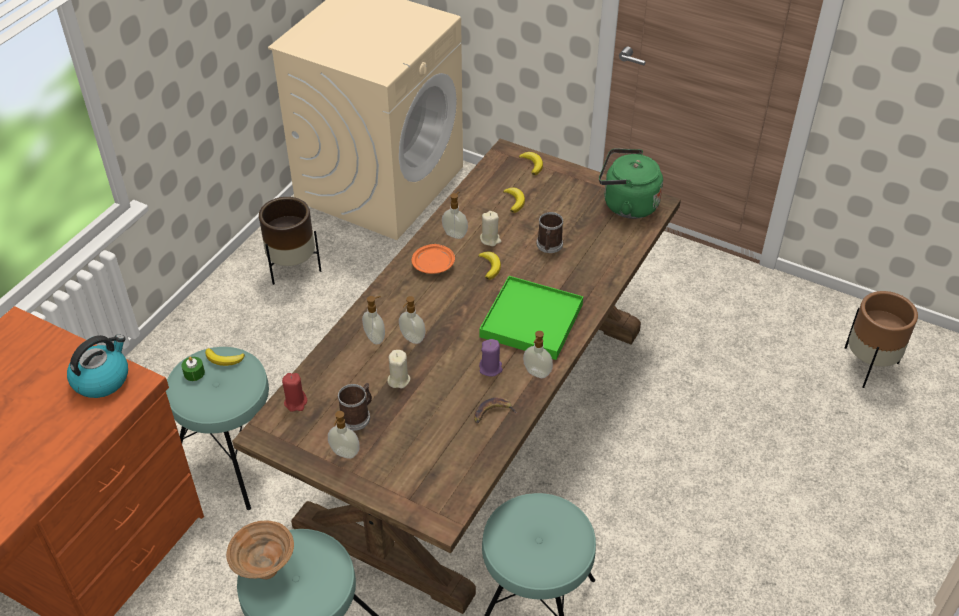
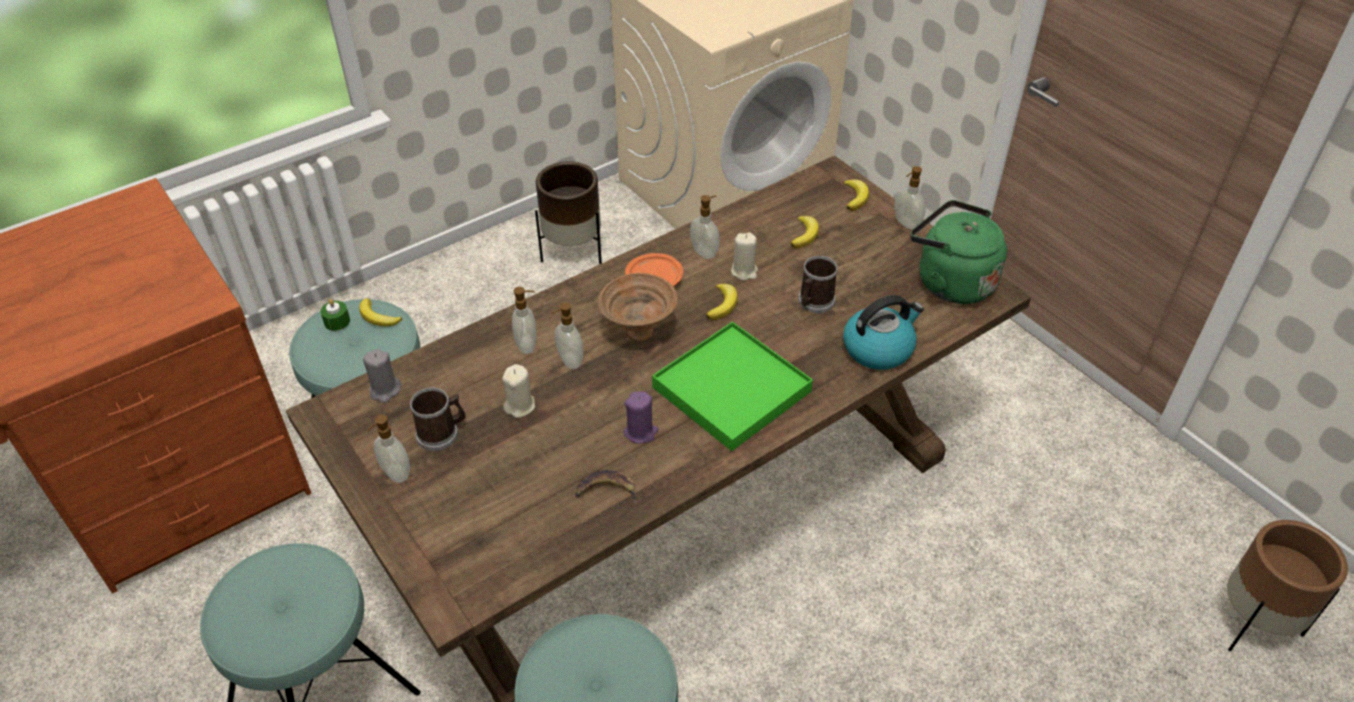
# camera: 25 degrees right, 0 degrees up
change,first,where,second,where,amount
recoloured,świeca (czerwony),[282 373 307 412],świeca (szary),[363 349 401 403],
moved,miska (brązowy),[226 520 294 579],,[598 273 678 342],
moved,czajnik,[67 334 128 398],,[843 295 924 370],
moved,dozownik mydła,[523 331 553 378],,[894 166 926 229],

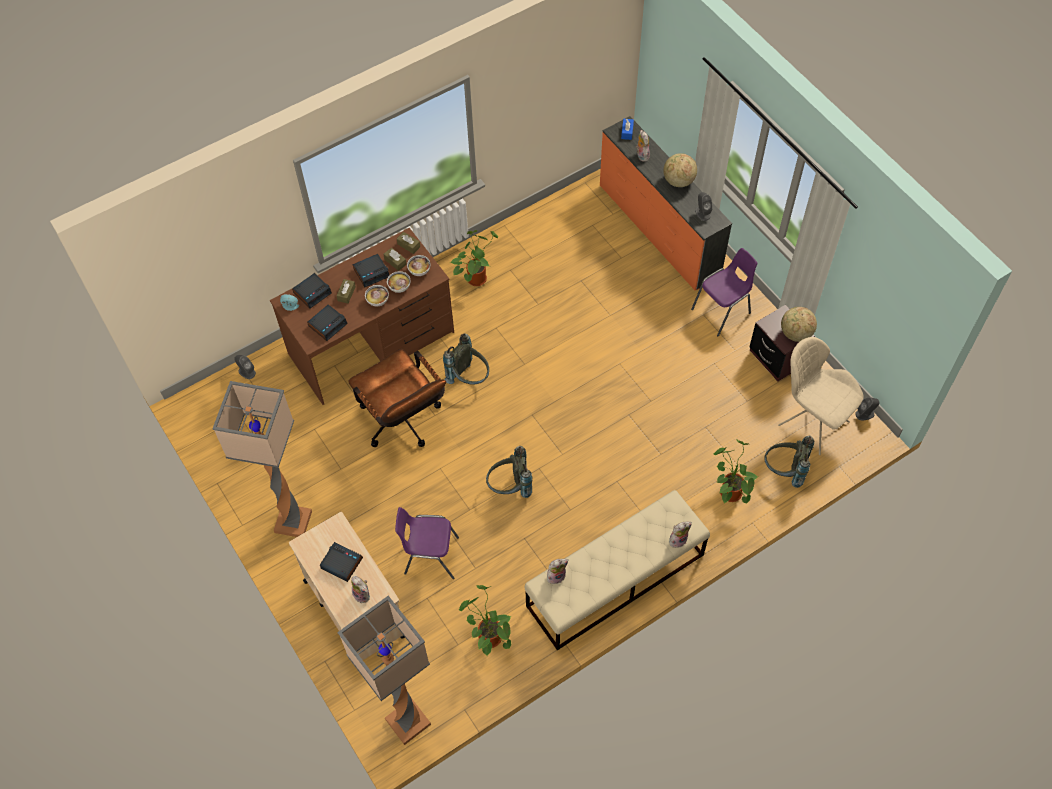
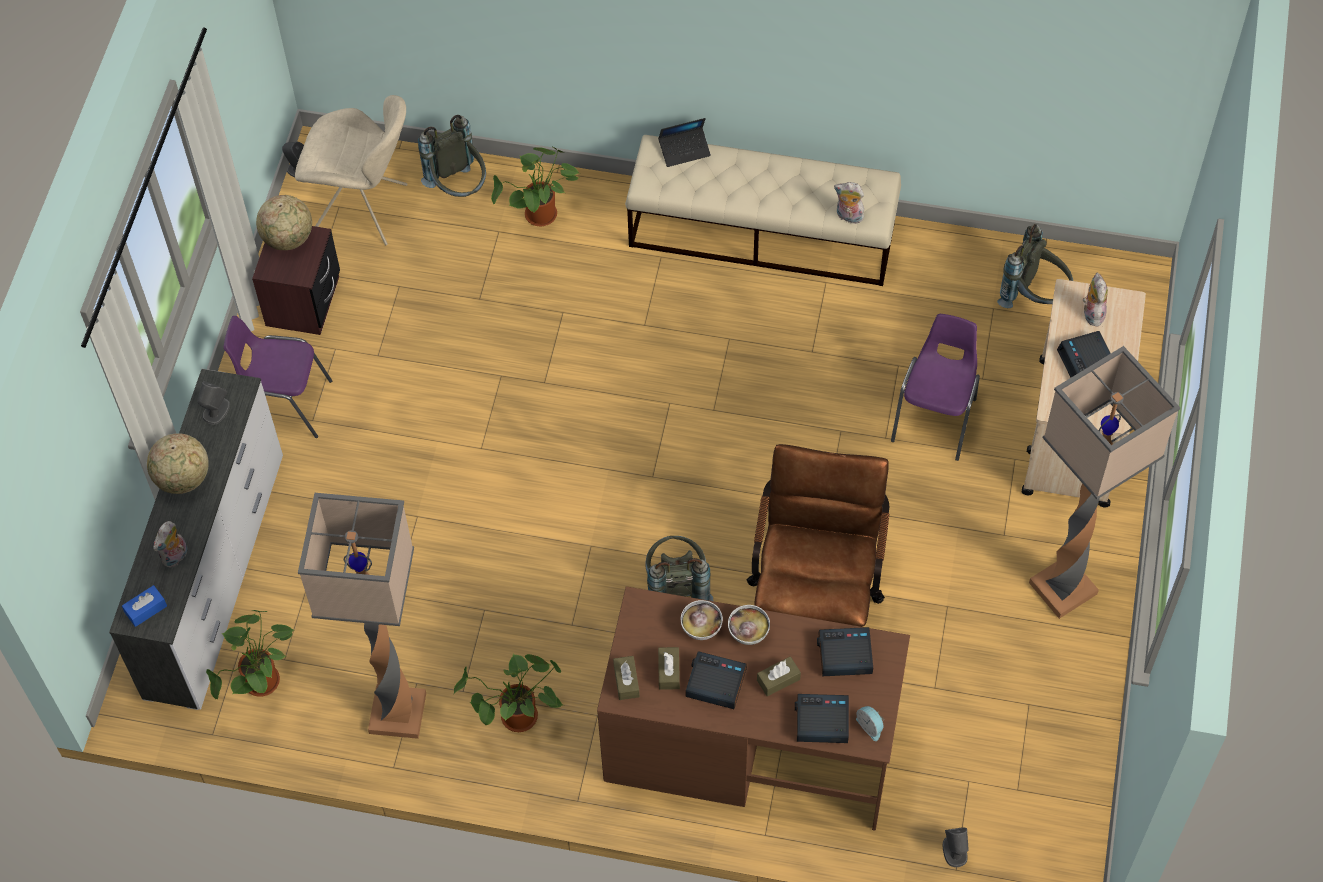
# camera: 135 degrees left, 0 degrees up
change,first,where,second,where,amount
recoloured,komoda (pomarańczowy),[600 116 732 290],komoda (biały),[109 369 283 710],
moved,roślina doniczkowa,[459 585 512 656],,[206 610 295 699],
turned,krzesło (beżowy),[778 337 864 455],,[295 95 408 246],75 degrees counterclockwise
moved,lampa stojąca,[337 596 431 745],,[298 493 426 739],
replaced,pluszak,[669 521 692 548],laptop,[658 118 711 167],
turned,krzesło (fioletowy),[395 507 459 579],,[891 314 980 461],120 degrees counterclockwise
moved,plecak (szary),[486 446 533 498],,[997 224 1073 308],
removed,miska,[407 255 431 276],,,

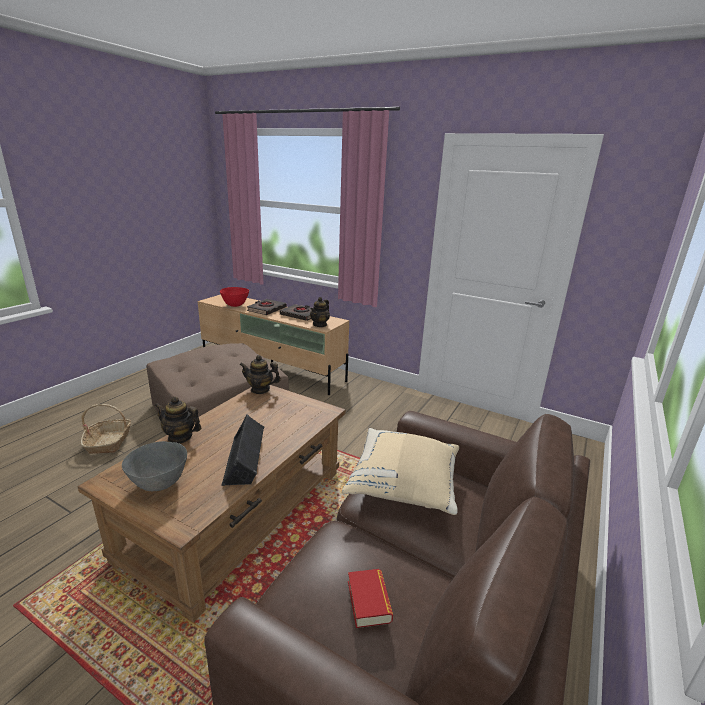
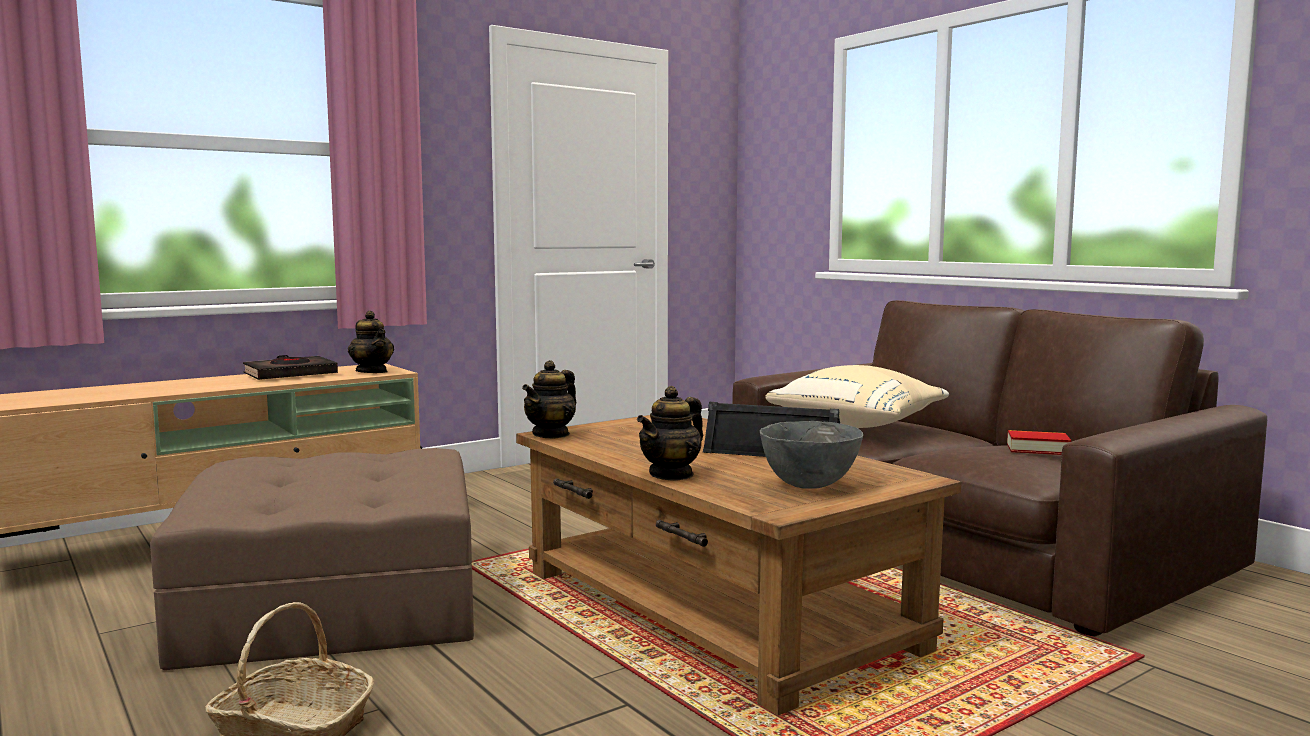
# camera: 65 degrees left, 15 degrees down
change,first,where,second,where,amount
removed,miska (czerwony),[220 287 249 307],,,
removed,książka (czarny),[247 299 287 315],,,

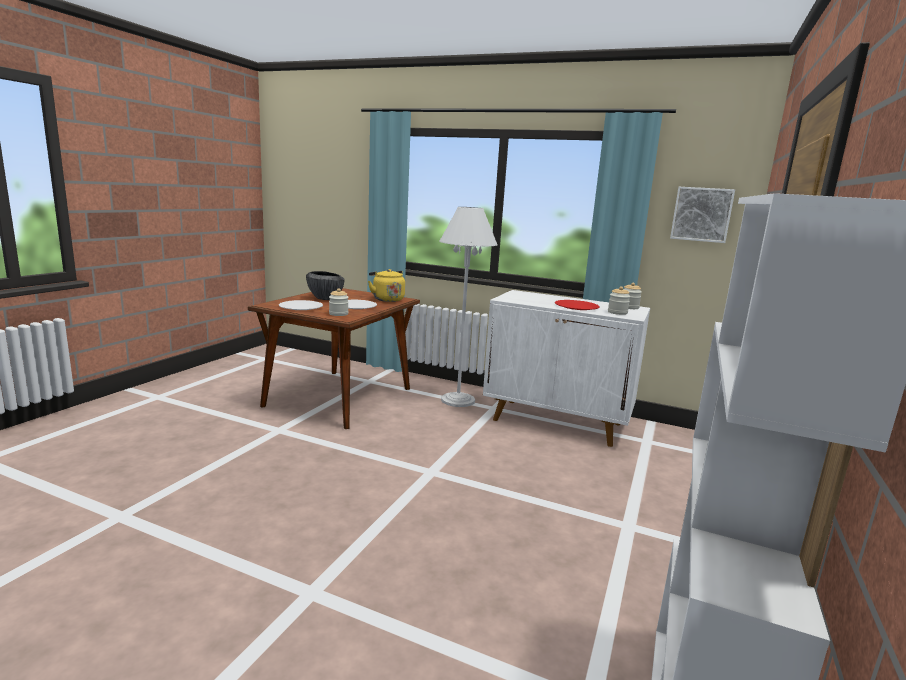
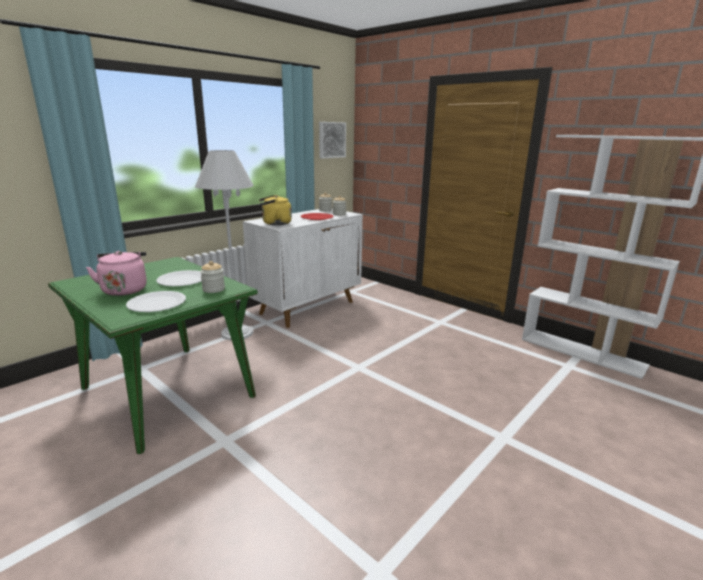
# camera: 70 degrees left, 5 degrees up
change,first,where,second,where,amount
recoloured,stół jadalny (brązowy),[248 288 420 429],stół jadalny (zielony),[48 257 258 454],
replaced,miska,[306 271 345 300],czajnik (różowy),[86 251 147 296],
moved,czajnik (żółty),[368 269 405 302],,[259 195 292 225],

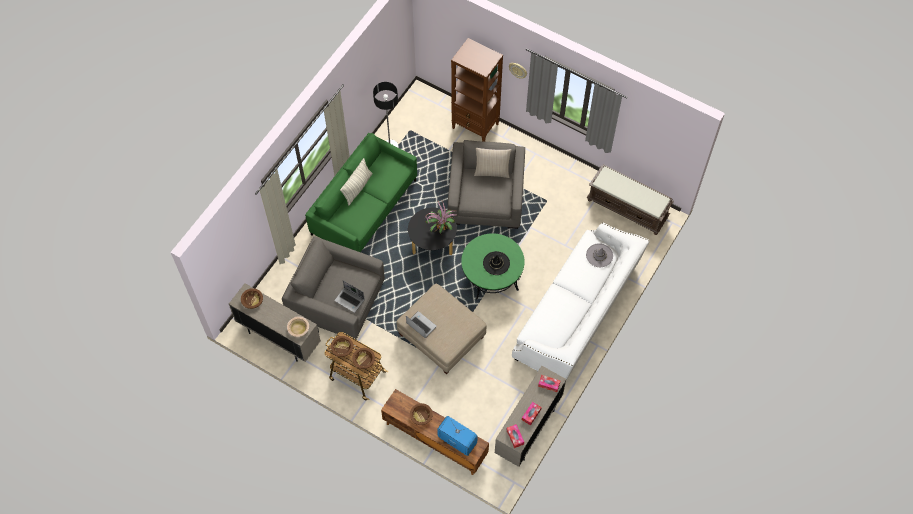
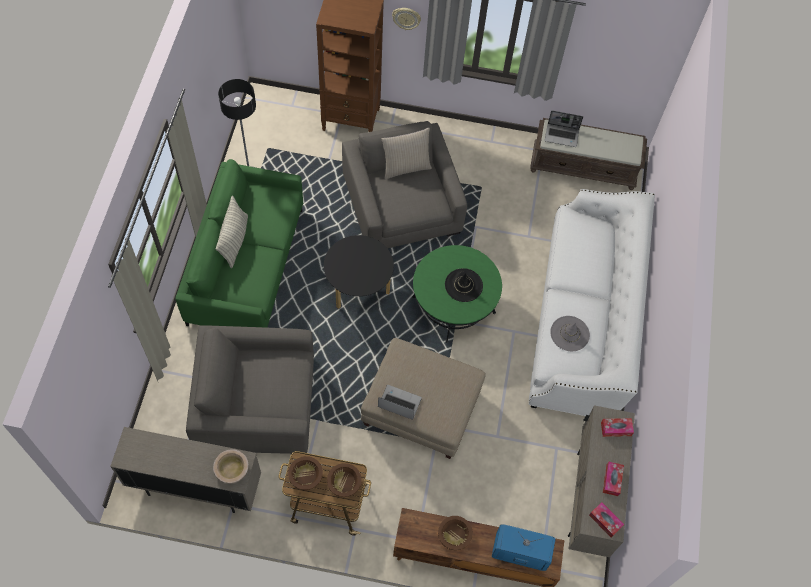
# camera: 25 degrees left, 0 degrees up
change,first,where,second,where,amount
moved,laptop,[334 281 365 313],,[545 110 583 147],
moved,kapelusz (szary),[586 243 613 267],,[550 316 590 351],
removed,miska (brązowy),[241 288 263 309],,,
removed,roślina doniczkowa,[425 201 456 234],,,

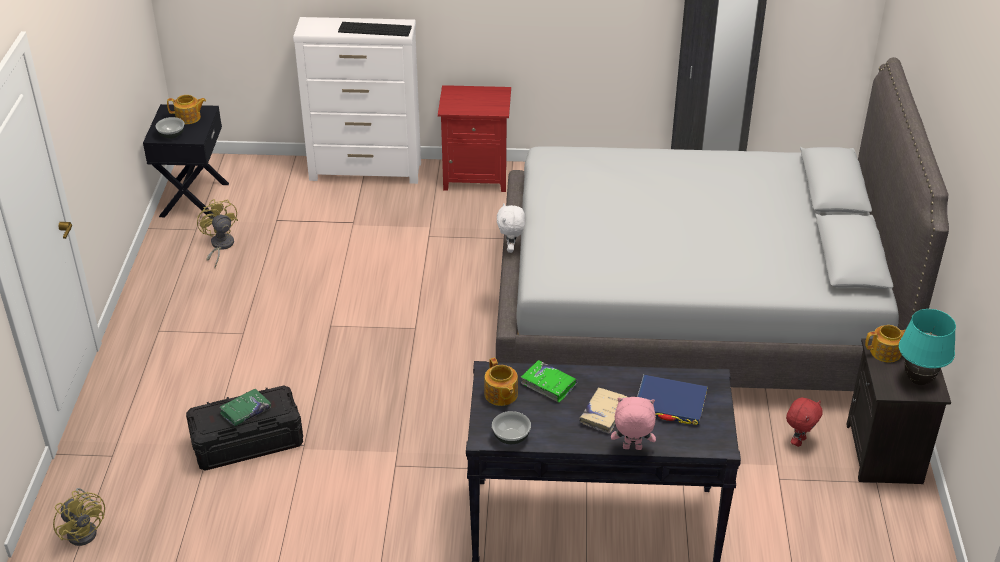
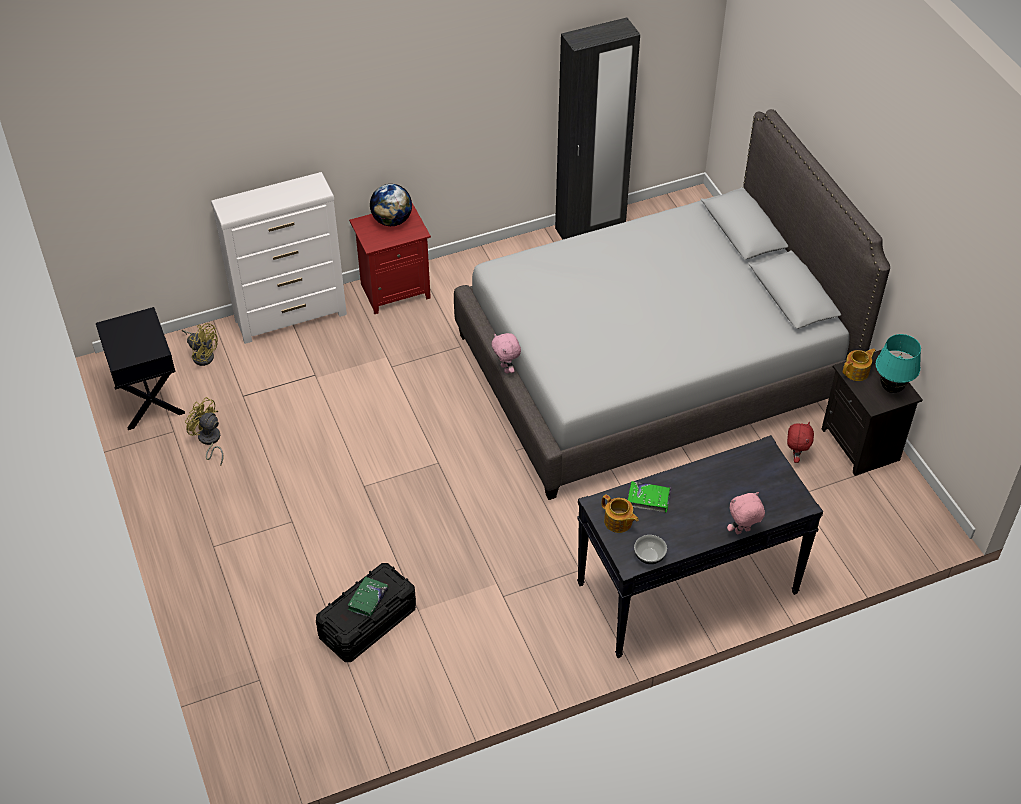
# camera: 25 degrees left, 10 degrees up
change,first,where,second,where,amount
moved,wentylator (żółty),[53 488 105 546],,[182 323 218 366],
added,,,globus,[370 184 412 226],
recoloured,pluszak (biały),[497 203 525 253],pluszak (różowy),[491 333 521 374],
removed,miska,[156 117 184 139],,,
removed,imbryk,[167 95 206 124],,,
removed,klawiatura,[338 22 412 36],,,
removed,książka (beżowy),[579 387 627 434],,,
removed,książka (niebieski),[637 374 708 425],,,

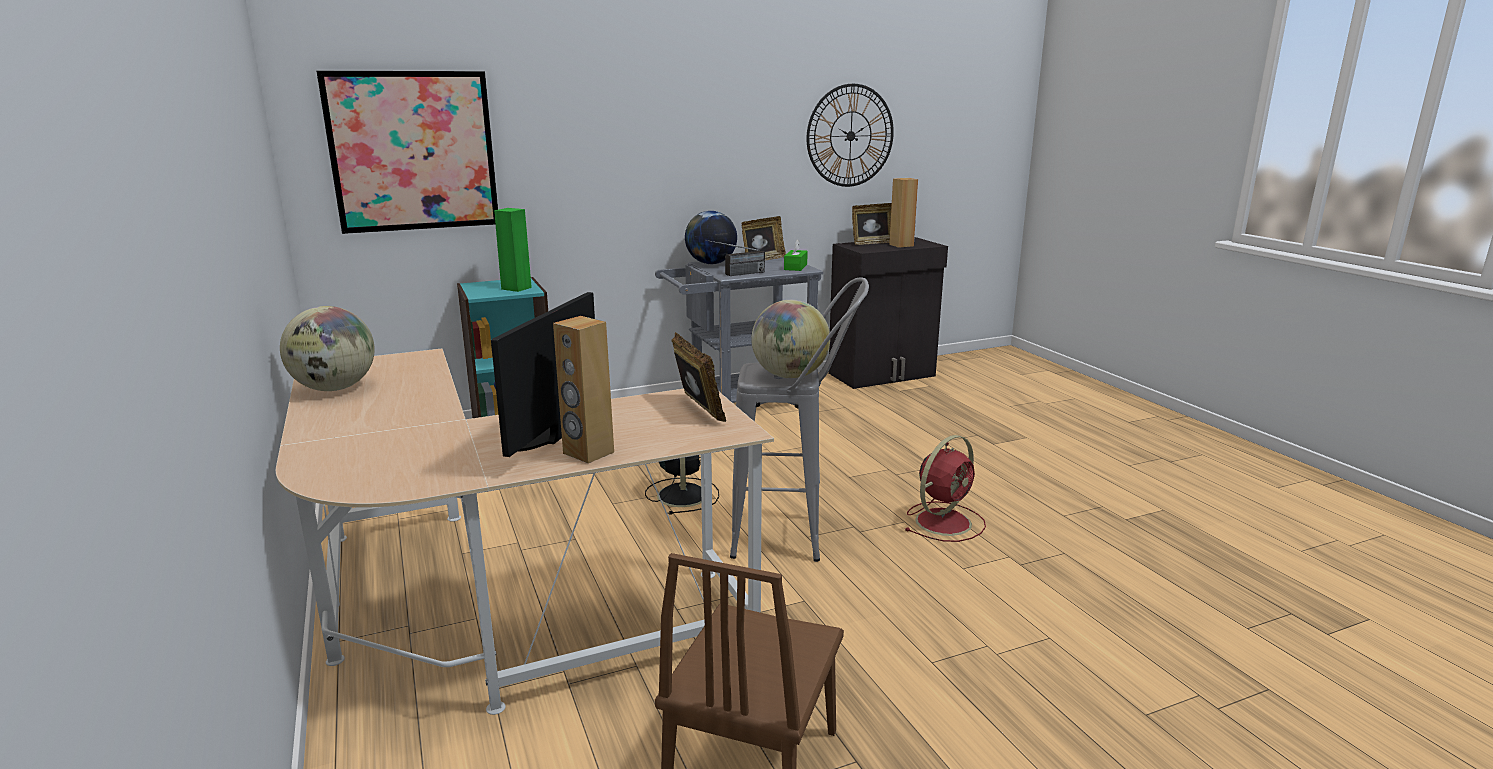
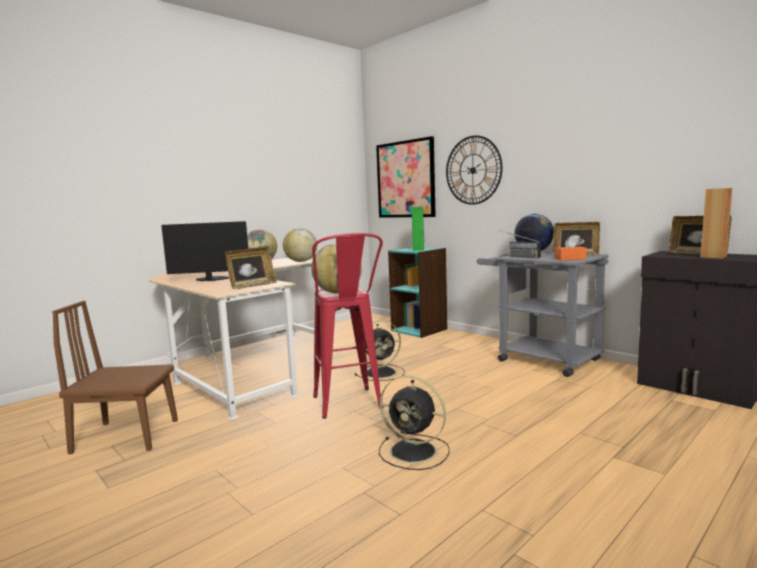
# camera: 70 degrees right, 10 degrees down
change,first,where,second,where,amount
added,,,globus,[283 228 317 262],
recoloured,stołek (szary),[730 277 869 562],stołek (czerwony),[312 233 384 419],
recoloured,wentylator (czerwony),[905 435 986 542],wentylator (czarny),[379 375 449 470],
moved,zegar ścienny,[807 84 894 187],,[446 135 502 205],
recoloured,pudełko chusteczek (zielony),[784 239 808 271],pudełko chusteczek (pomarańczowy),[554 236 587 261],
removed,głośnik (brązowy),[553 316 614 463],,,

